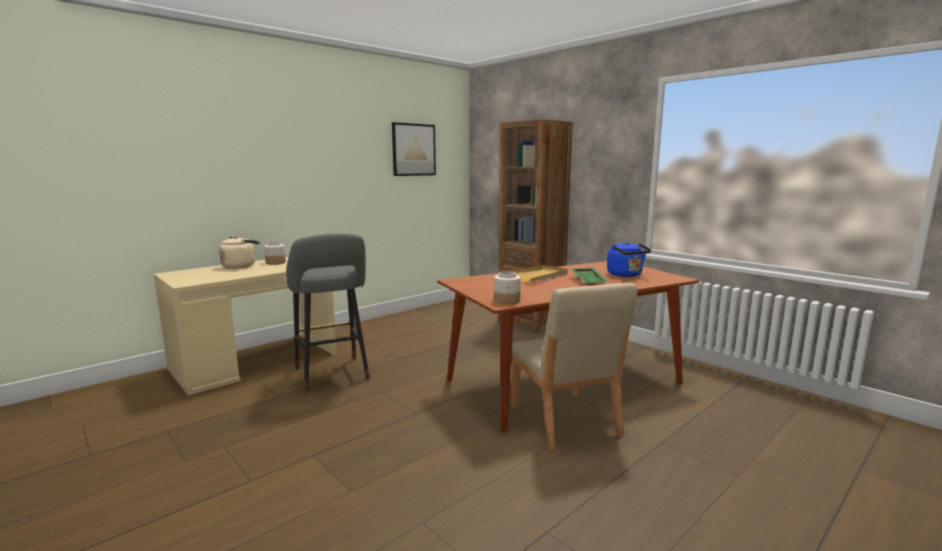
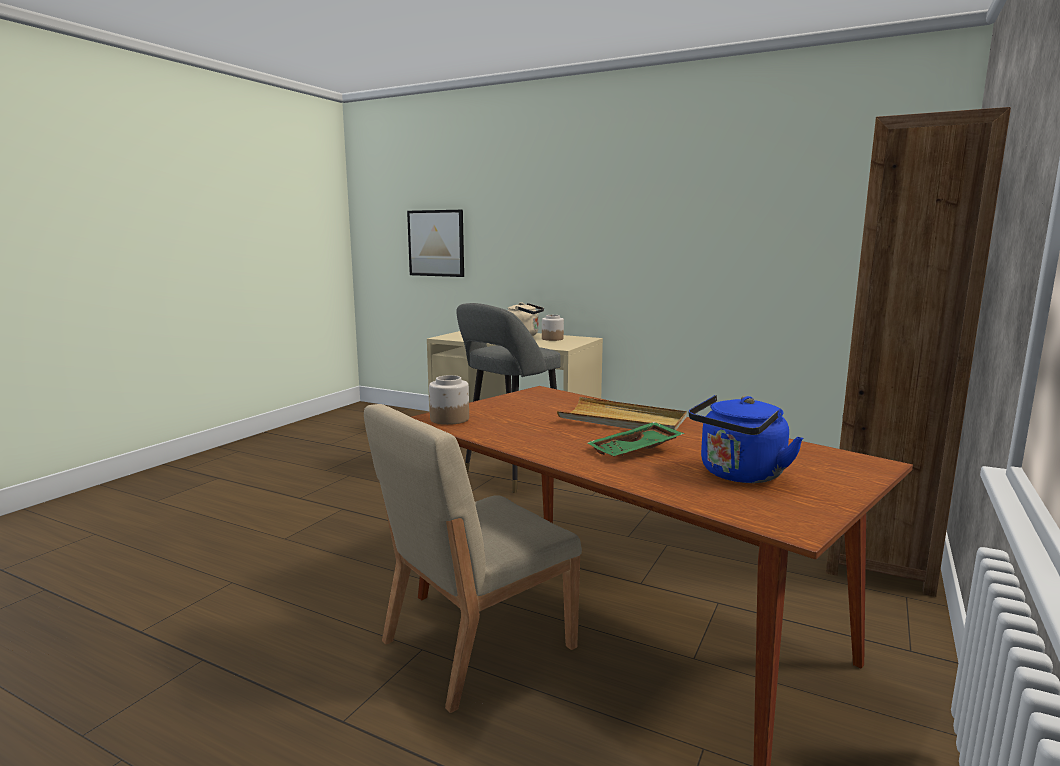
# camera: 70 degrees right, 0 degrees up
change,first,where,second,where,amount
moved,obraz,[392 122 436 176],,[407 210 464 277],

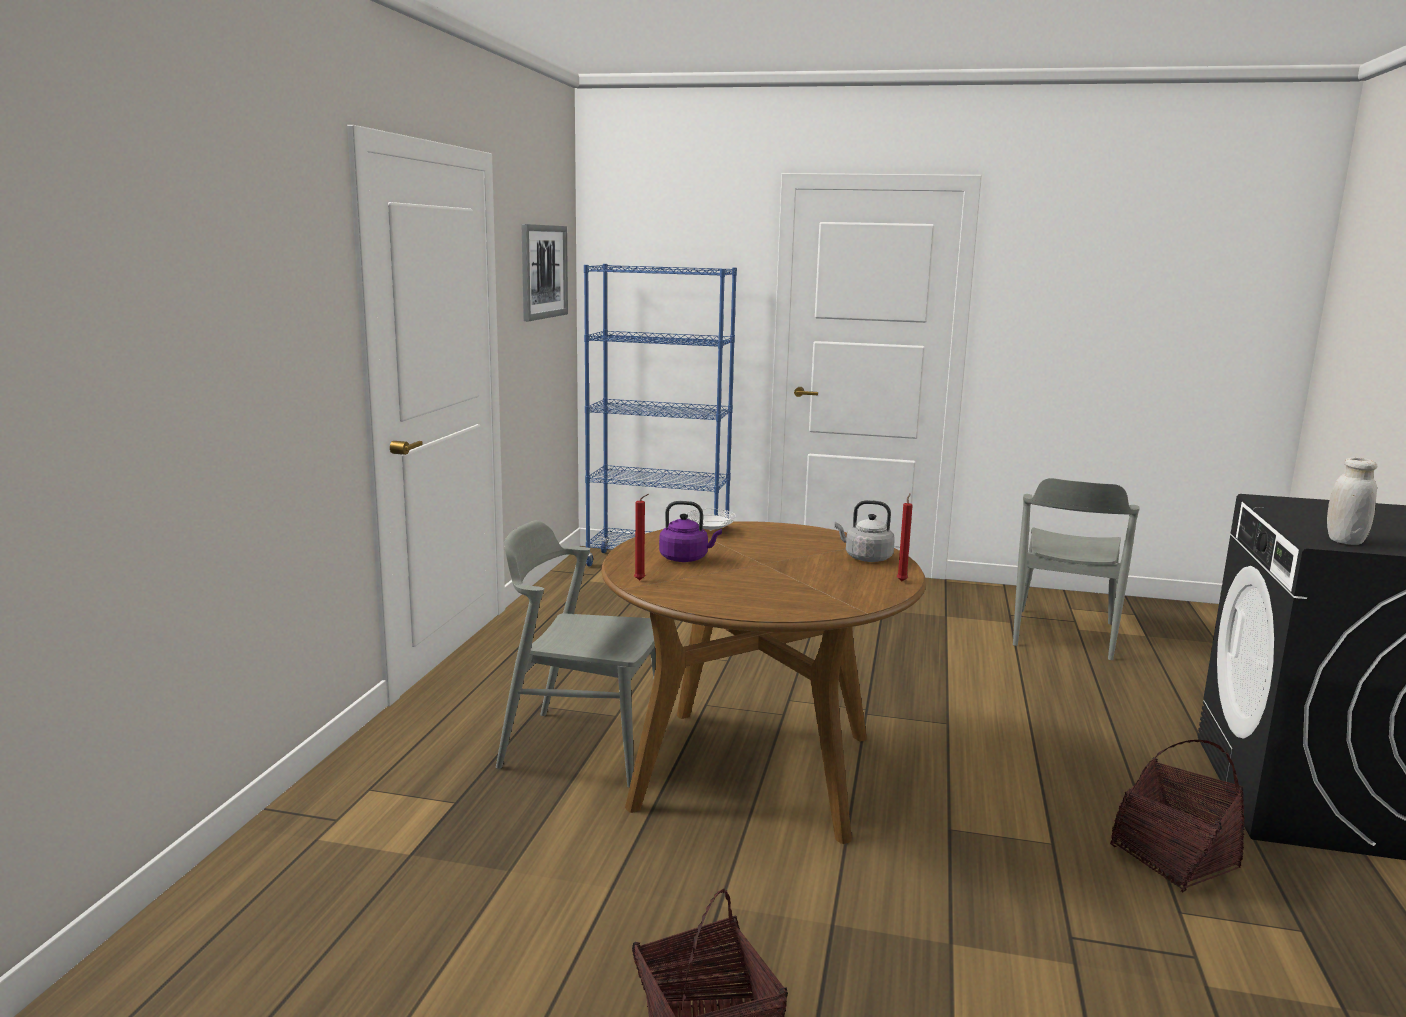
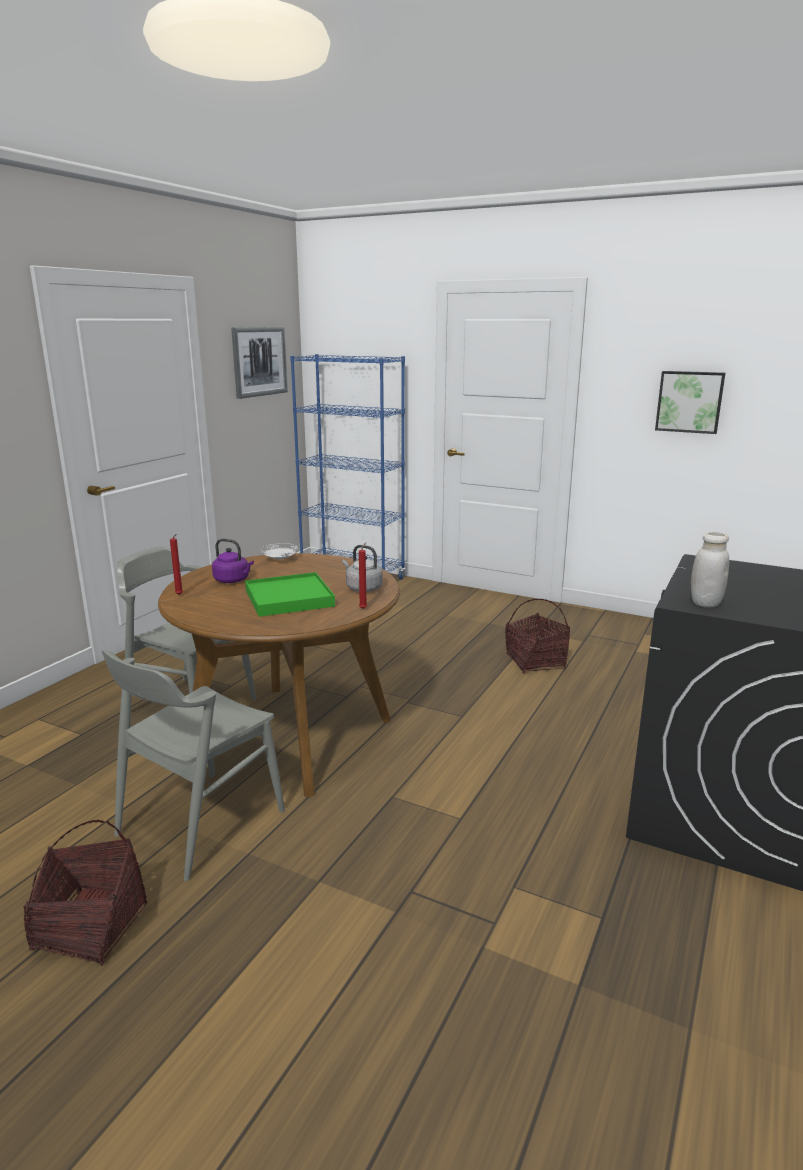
# camera: 15 degrees right, 5 degrees up
change,first,where,second,where,amount
moved,krzesło (szary),[1013 478 1140 660],,[102 650 285 881],
added,,,taca (zielony),[245 572 335 617],
moved,koszyk,[1110 740 1245 892],,[505 599 570 674],
added,,,obraz,[655 371 725 434],

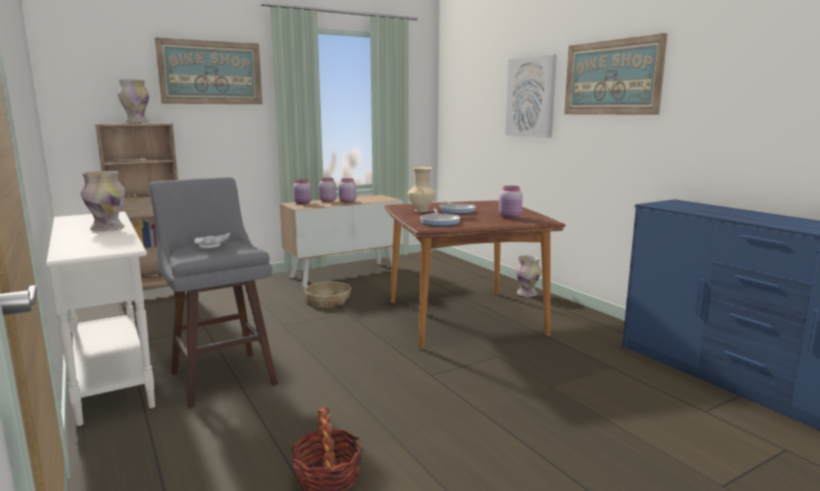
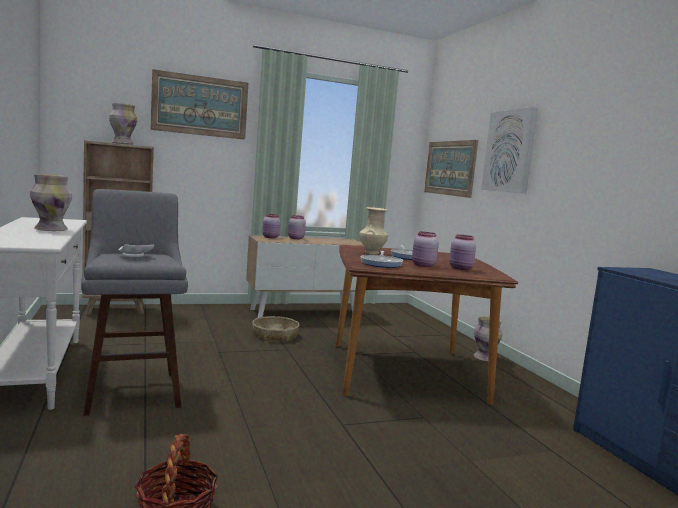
# camera: 10 degrees right, 5 degrees down
change,first,where,second,where,amount
moved,słoik (różowy),[339 178 356 203],,[412 232 439 267],
moved,obraz,[564 33 668 115],,[424 140 478 198],

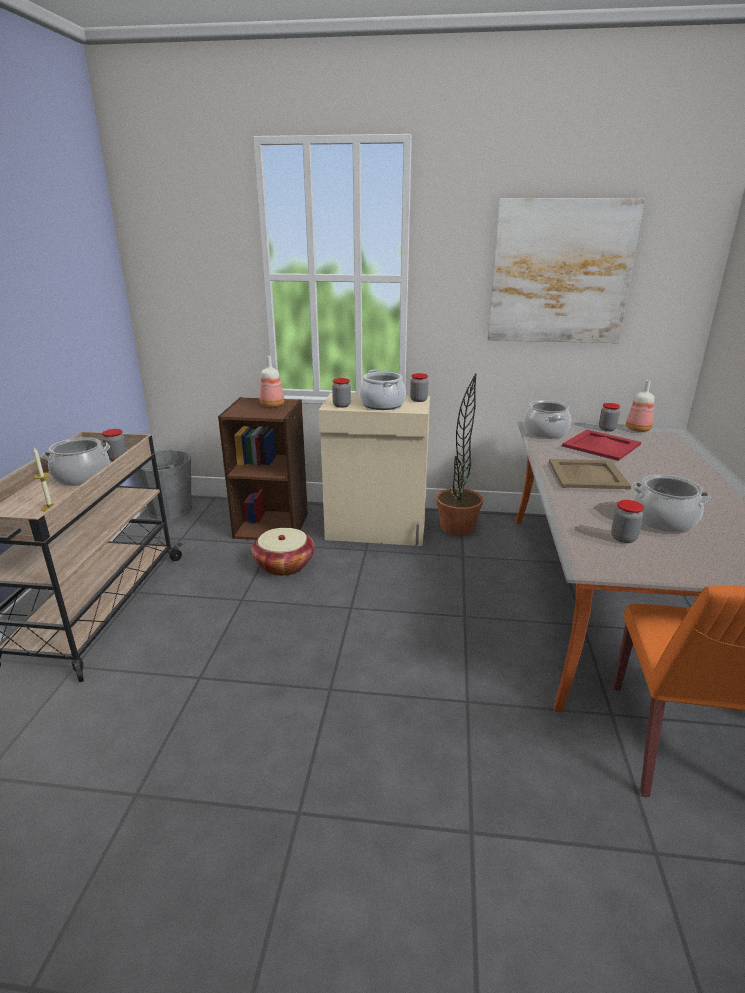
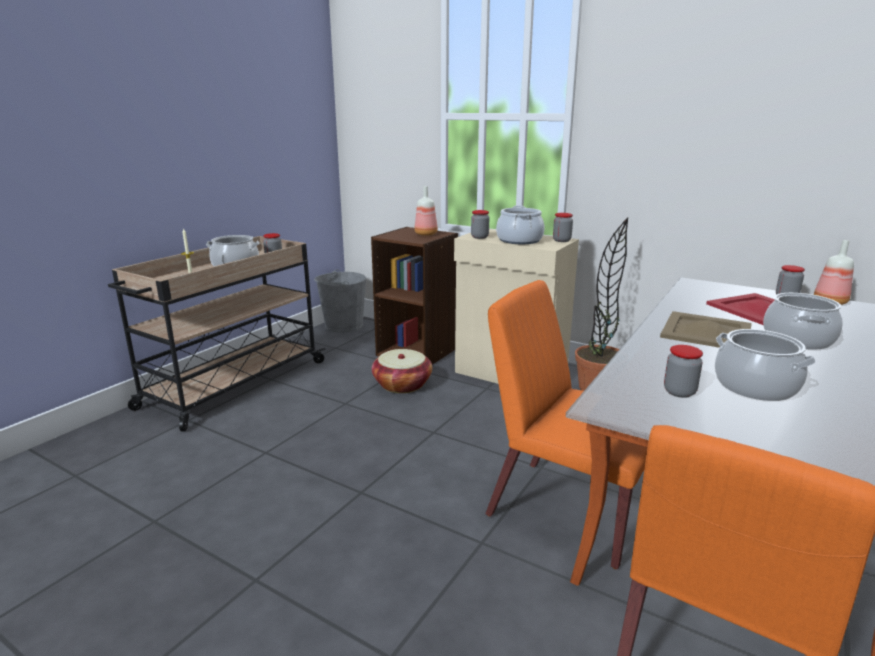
# camera: 25 degrees right, 5 degrees down
change,first,where,second,where,amount
added,,,krzesło (pomarańczowy),[485 280 647 569],
moved,garnek,[524 400 571 438],,[763 293 843 350],
removed,obraz,[488 198 645 343],,,

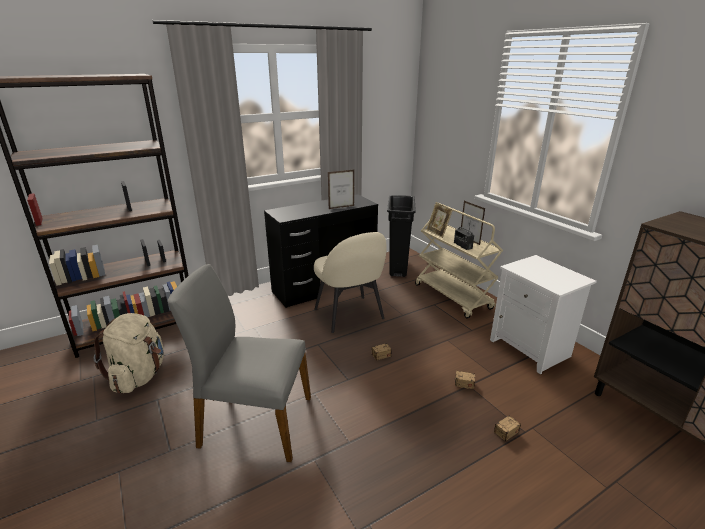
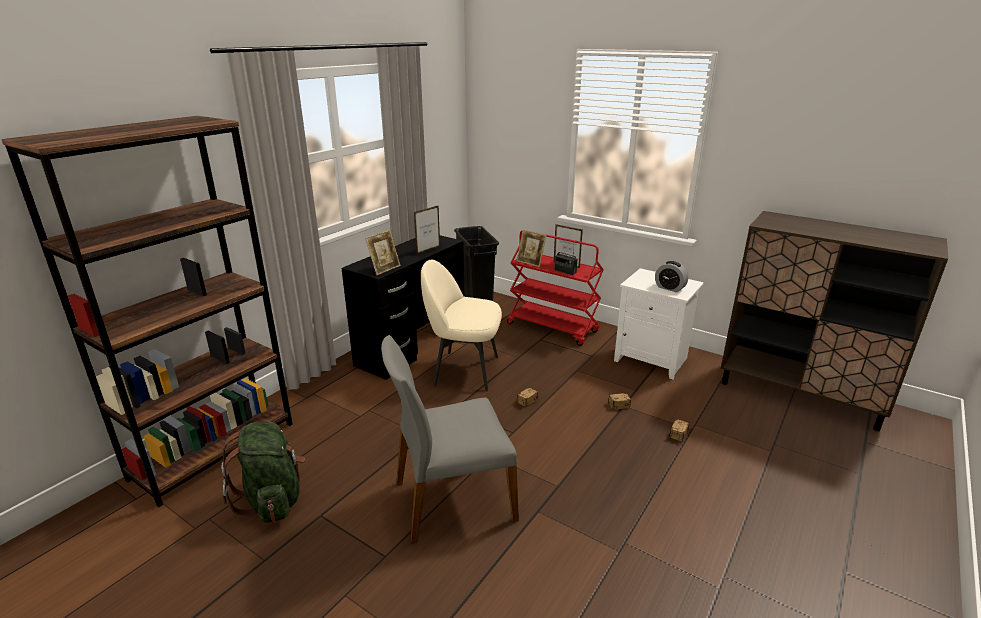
# camera: 25 degrees left, 0 degrees up
change,first,where,second,where,amount
recoloured,plecak (beżowy),[94 313 164 394],plecak (zielony),[221 421 305 523],
added,,,ramka na zdjęcie,[365 230 401 275],
turned,krzesło (beżowy),[314 232 387 333],,[421 260 502 391],150 degrees clockwise
recoloured,wózek (beżowy),[415 204 503 318],wózek (czerwony),[507 230 604 346],
added,,,budzik,[655 261 688 292],

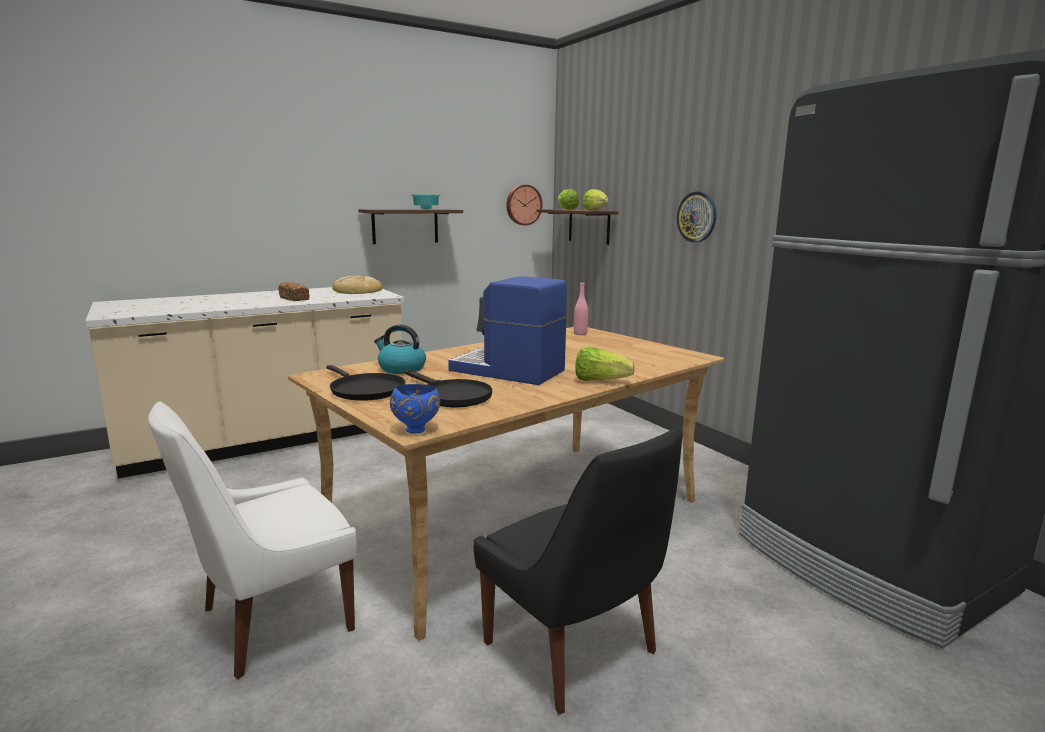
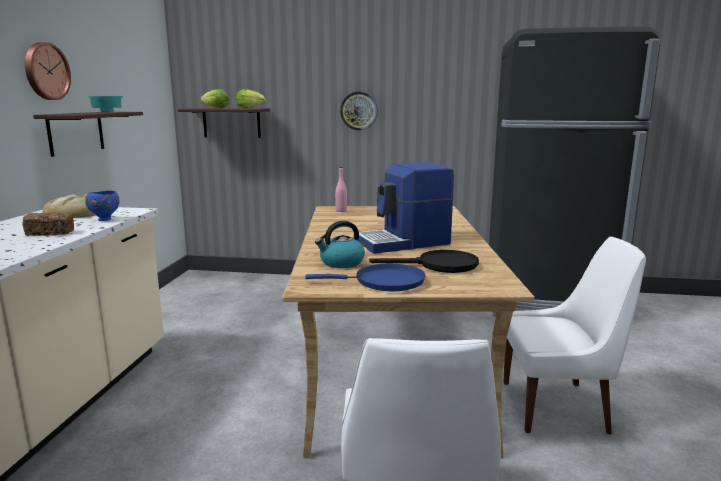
# camera: 50 degrees left, 0 degrees up
change,first,where,second,where,amount
moved,zegar ścienny,[506 185 543 225],,[25 42 71 100],
moved,miska (niebieski),[390 384 440 434],,[85 191 119 221],
recoloured,patelnia (czarny),[326 365 406 401],patelnia (niebieski),[305 264 426 291],
recoloured,krzesło (czarny),[473 428 682 714],krzesło (biały),[503 237 646 435],
removed,sałata,[575 347 635 381],,,

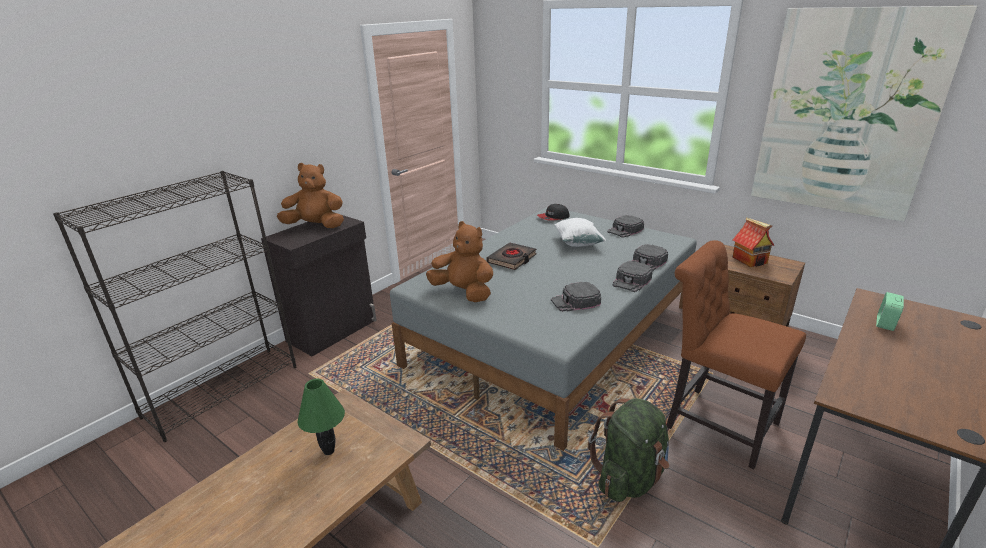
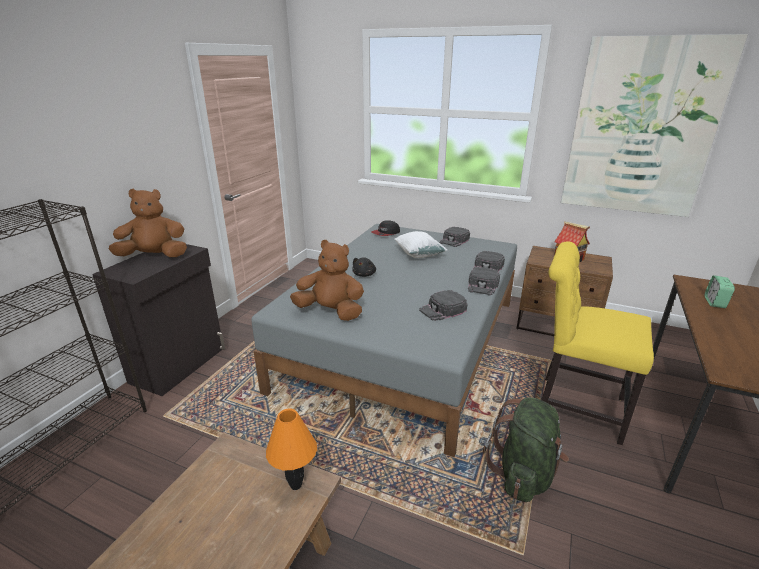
# camera: 15 degrees left, 0 degrees up
change,first,where,second,where,amount
added,,,lampa stołowa (pomarańczowy),[266 409 317 490],
replaced,książka (czarny),[486 242 537 270],pluszak (czarny),[352 257 376 277],
recoloured,krzesło (brązowy),[666 240 806 469],krzesło (żółty),[541 242 654 445],
removed,lampa stołowa (zielony),[297 379 345 455],,,

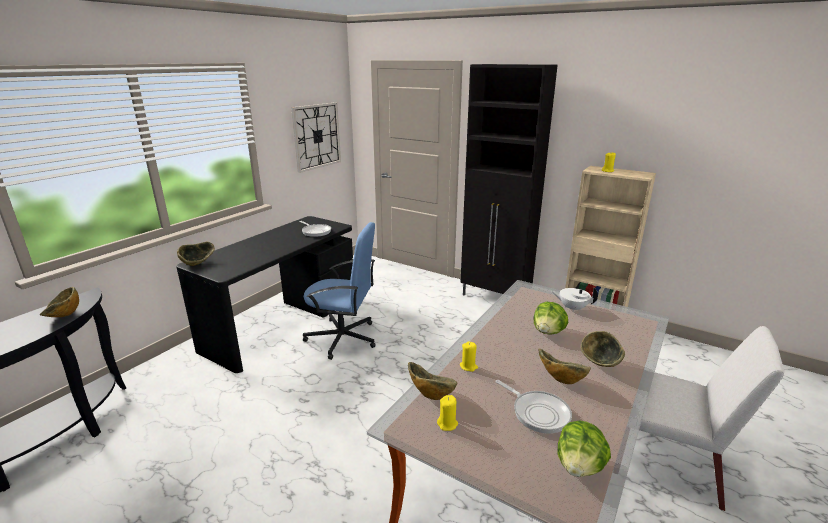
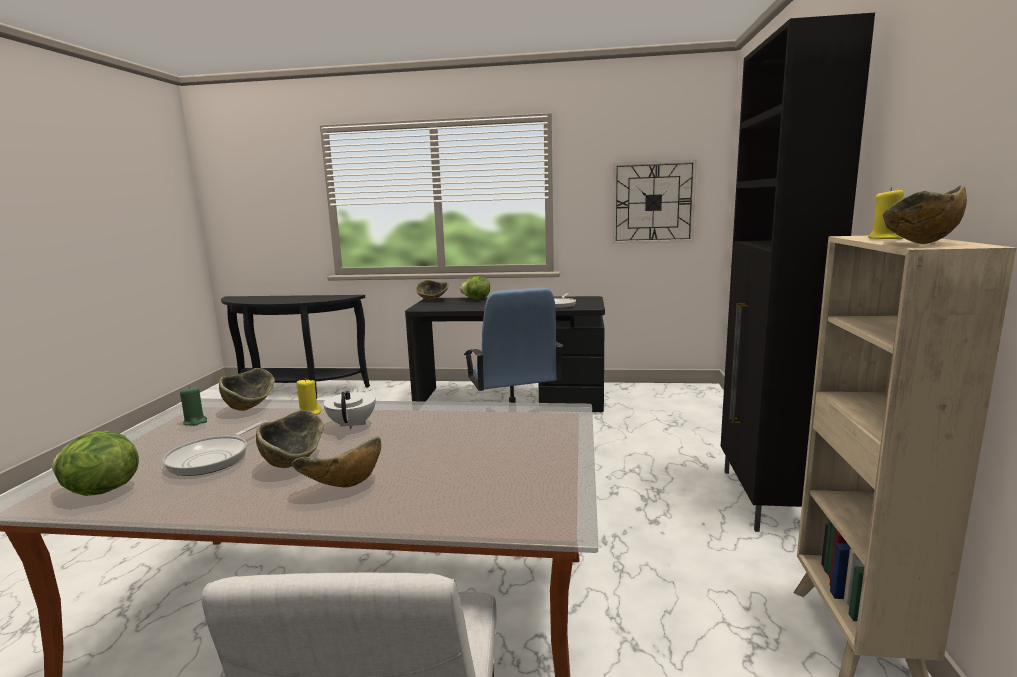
# camera: 65 degrees right, 10 degrees down
change,first,where,second,where,amount
recoloured,świeca (żółty),[437 395 458 431],świeca (zielony),[180 386 207 426],
moved,imbryk (biały),[551 288 598 311],,[324 388 375 430],
moved,sałata,[534 302 569 335],,[460 276 490 300],
moved,miska,[40 287 79 317],,[883 185 967 244],

